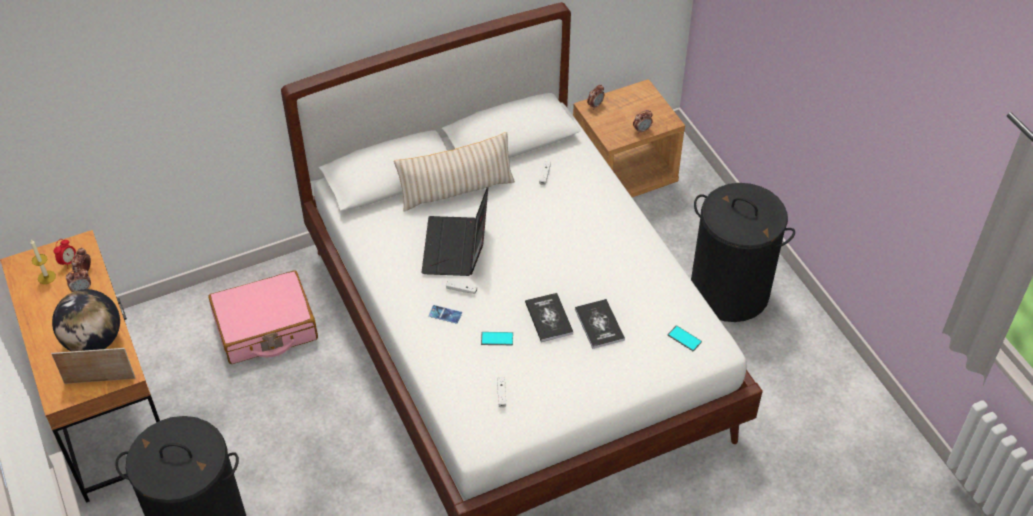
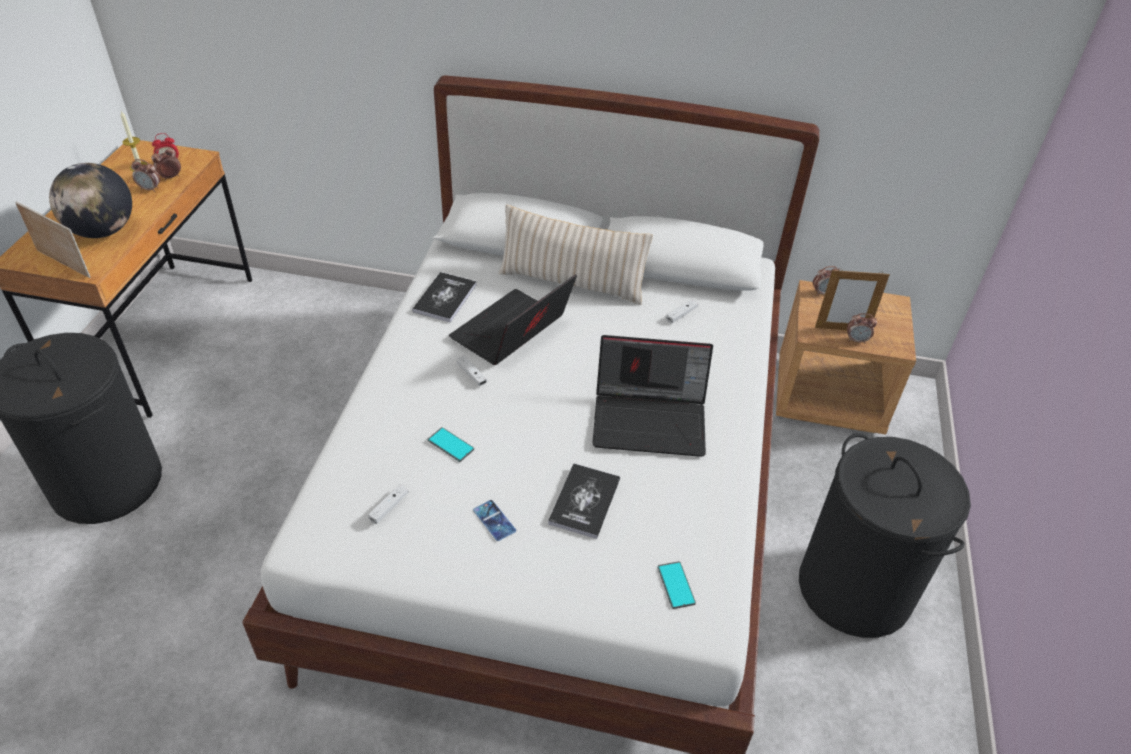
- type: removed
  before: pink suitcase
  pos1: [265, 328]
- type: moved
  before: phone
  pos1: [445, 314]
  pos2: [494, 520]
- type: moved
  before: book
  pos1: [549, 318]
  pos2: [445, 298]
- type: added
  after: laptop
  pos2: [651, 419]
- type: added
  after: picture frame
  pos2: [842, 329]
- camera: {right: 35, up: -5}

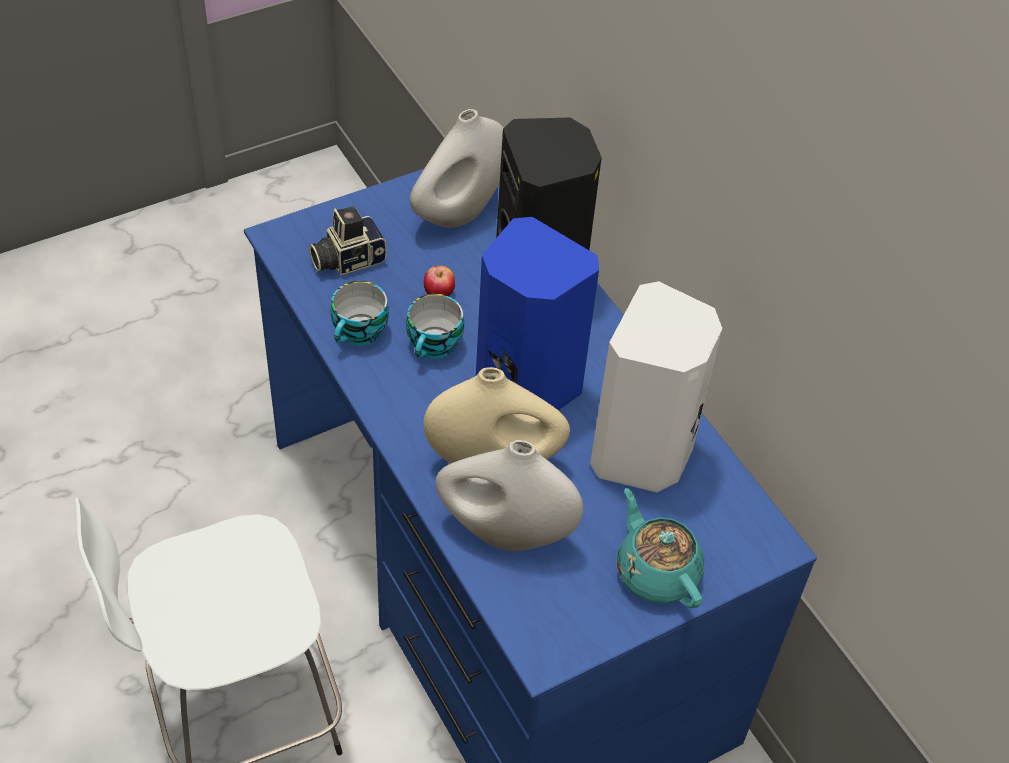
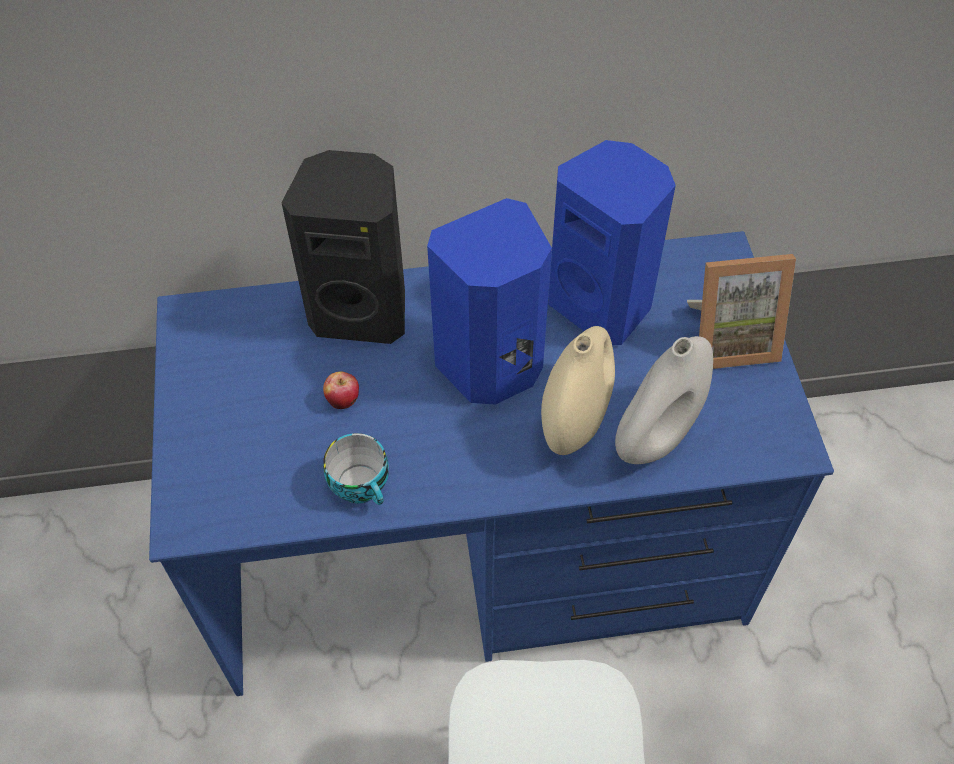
- type: removed
  before: photo camera
  pos1: [347, 259]
- type: removed
  before: cup
  pos1: [435, 346]
- type: removed
  before: white vase
  pos1: [459, 213]
- type: recoloured
  before: white speaker
  after: blue speaker
  pos1: [643, 453]
  pos2: [602, 305]
- type: replaced
  before: turquoise teapot
  after: picture frame
  pos1: [656, 571]
  pos2: [730, 339]
- camera: {right: -65, up: 5}

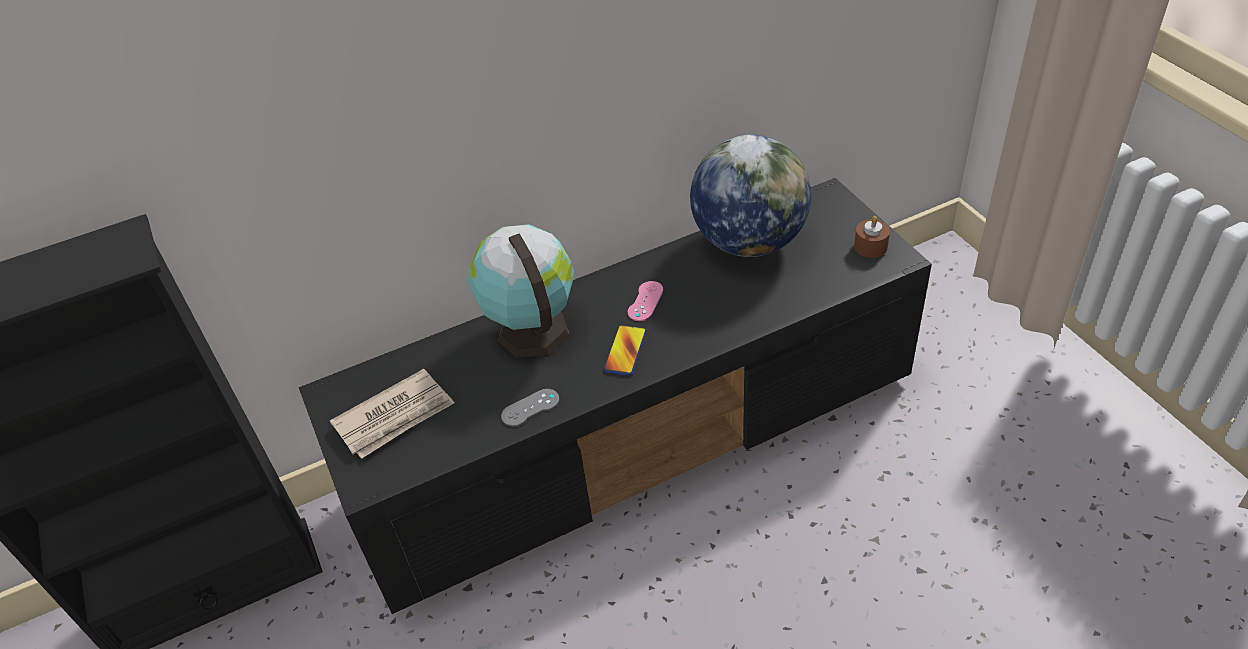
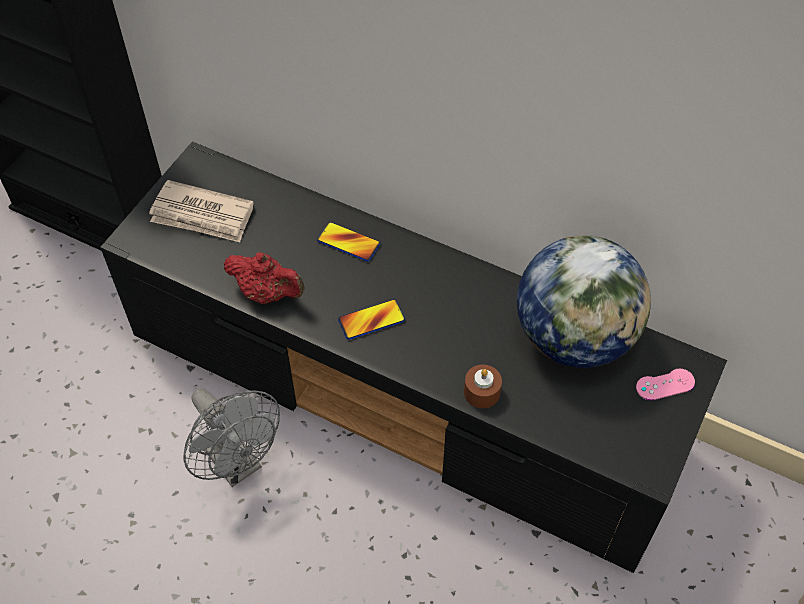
- type: replaced
  before: globe
  after: phone
  pos1: [531, 329]
  pos2: [348, 242]
- type: replaced
  before: grey game controller
  after: red teapot
  pos1: [530, 408]
  pos2: [267, 293]
- type: moved
  before: pink game controller
  pos1: [645, 301]
  pos2: [665, 384]
- type: moved
  before: brown candle
  pos1: [870, 246]
  pos2: [482, 392]
- type: added
  after: grey fan
  pos2: [237, 464]
- camera: {right: 50, up: 10}

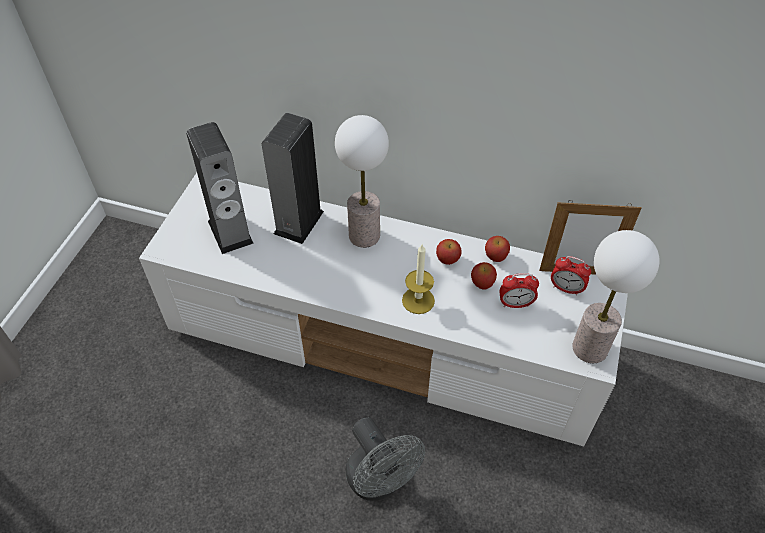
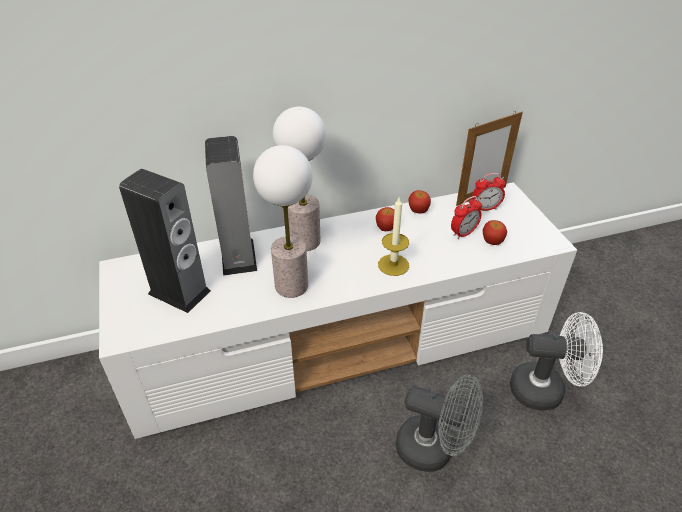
- type: moved
  before: apple
  pos1: [482, 283]
  pos2: [492, 241]
- type: moved
  before: table lamp
  pos1: [589, 348]
  pos2: [291, 286]
- type: added
  after: white fan
  pos2: [545, 390]
- camera: {right: -35, up: -10}

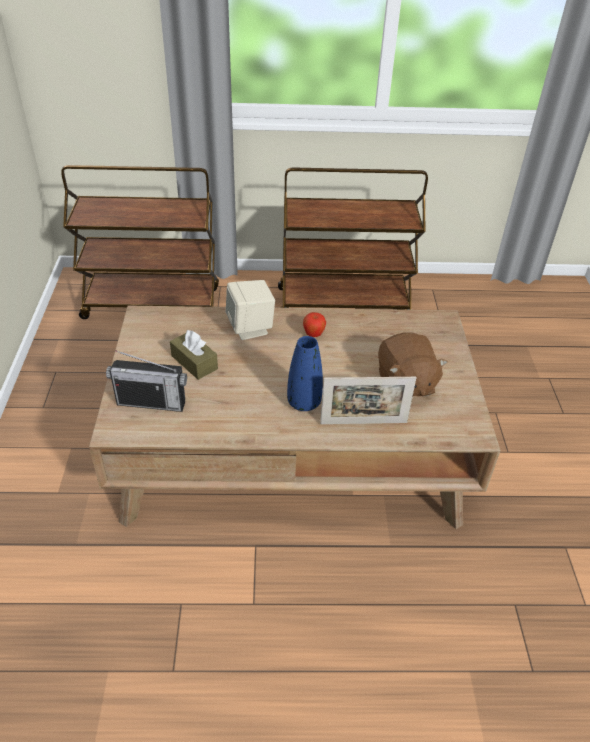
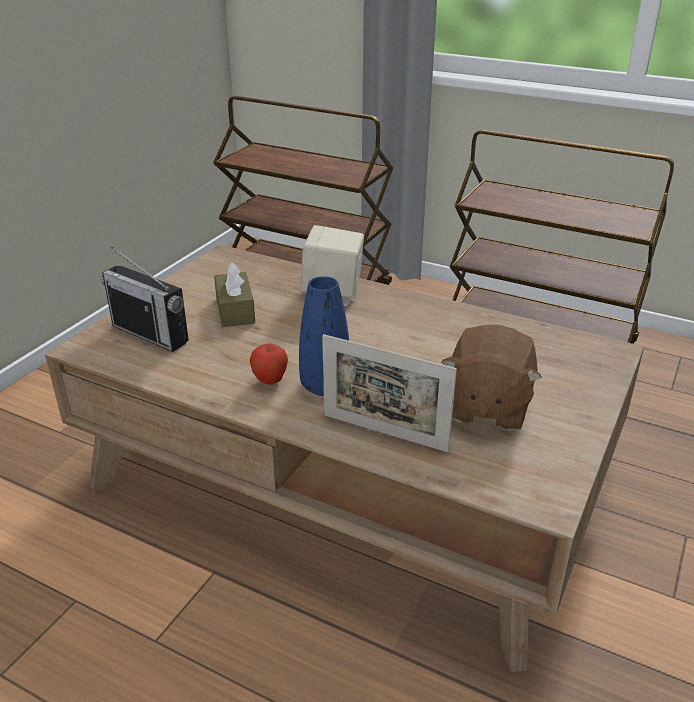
- type: moved
  before: apple
  pos1: [313, 335]
  pos2: [270, 381]
- camera: {right: 30, up: -10}

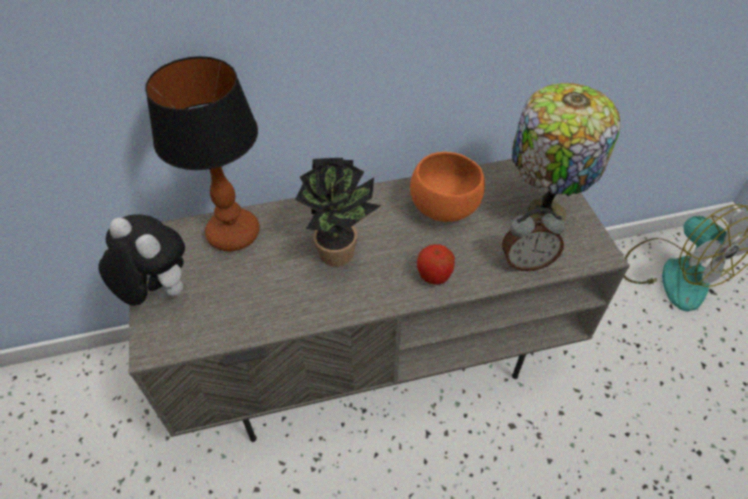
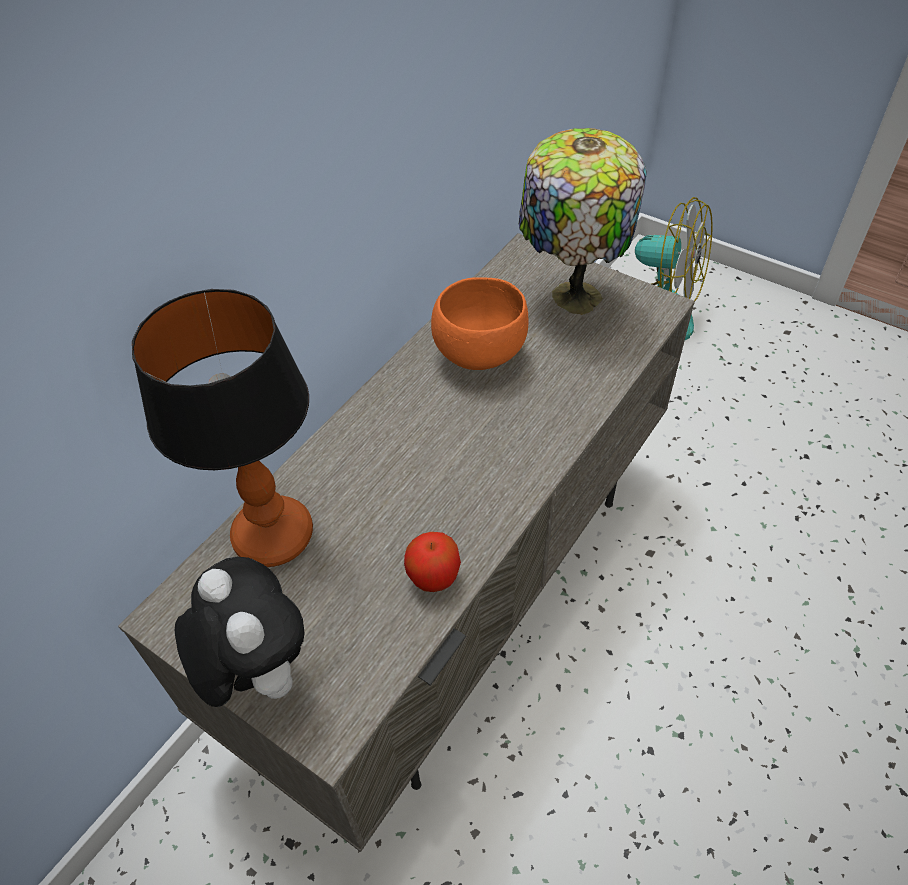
- type: turned
  before: plush toy
  pos1: [157, 292]
  pos2: [255, 672]
  turn: 60
- type: removed
  before: potted plant
  pos1: [341, 255]
- type: moved
  before: apple
  pos1: [434, 276]
  pos2: [434, 576]
- type: removed
  before: alarm clock
  pos1: [526, 262]
- camera: {right: -40, up: 0}

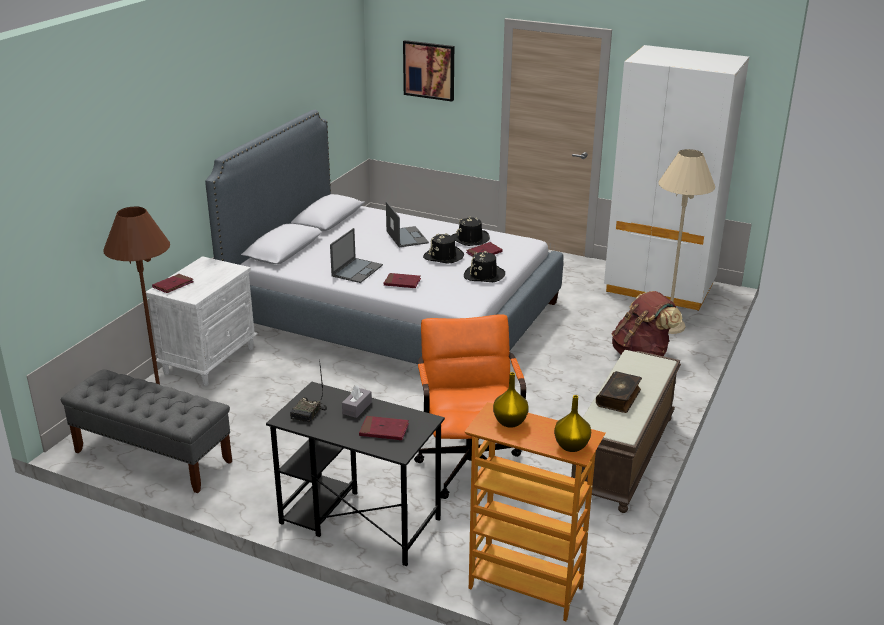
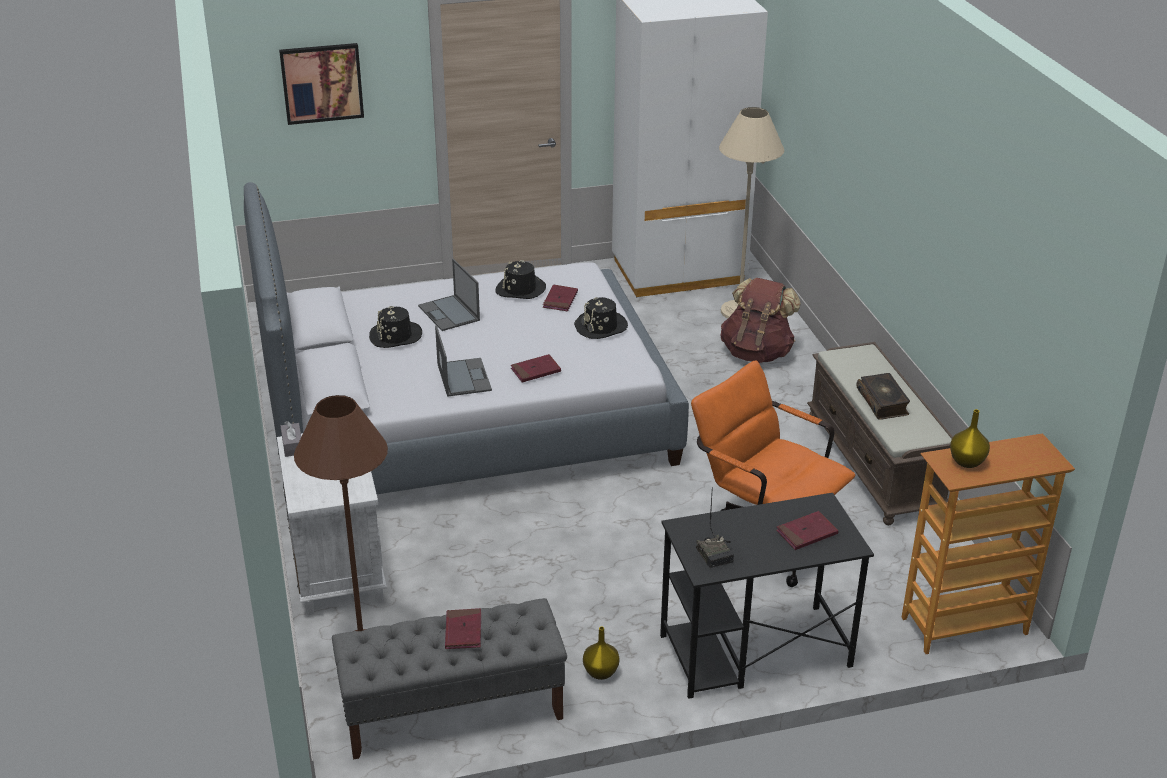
- type: moved
  before: red book
  pos1: [173, 285]
  pos2: [463, 631]
- type: moved
  before: grey tissue box
  pos1: [357, 408]
  pos2: [292, 445]
- type: turned
  before: laptop
  pos1: [406, 237]
  pos2: [449, 313]
  turn: -150
- type: moved
  before: black hat
  pos1: [443, 256]
  pos2: [395, 336]
- type: moved
  before: yellow vase
  pos1: [570, 446]
  pos2: [600, 673]
- camera: {right: -40, up: 5}

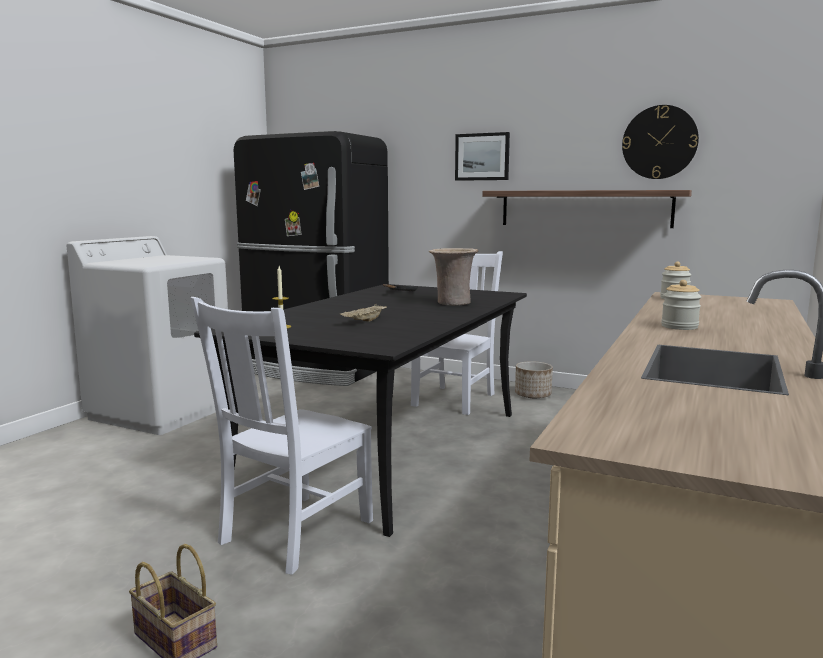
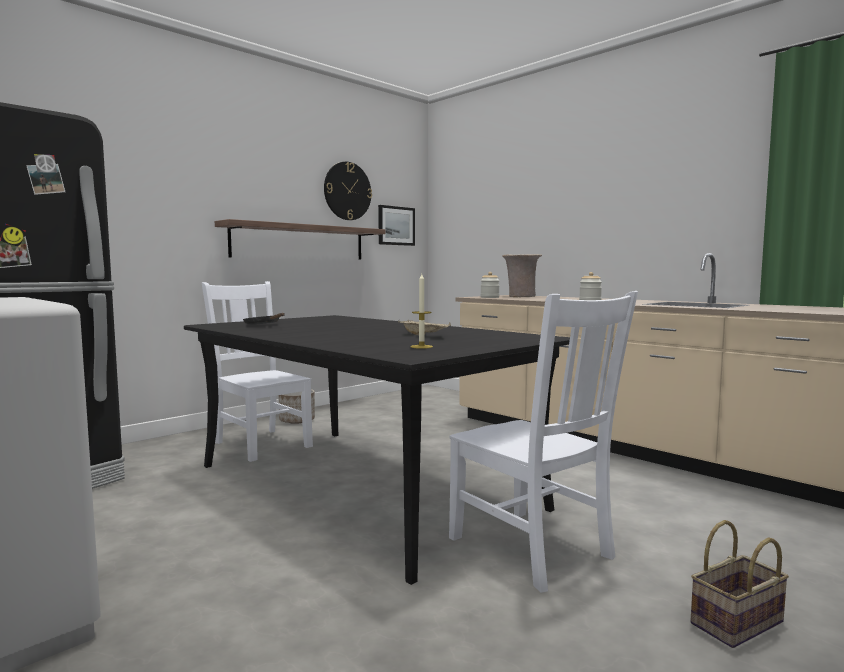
- type: moved
  before: beige vase
  pos1: [452, 303]
  pos2: [521, 297]
- type: moved
  before: picture
  pos1: [482, 157]
  pos2: [396, 226]
- camera: {right: -70, up: -5}

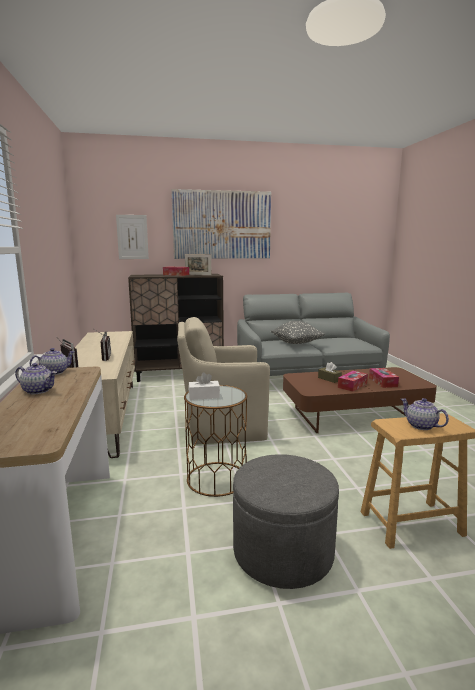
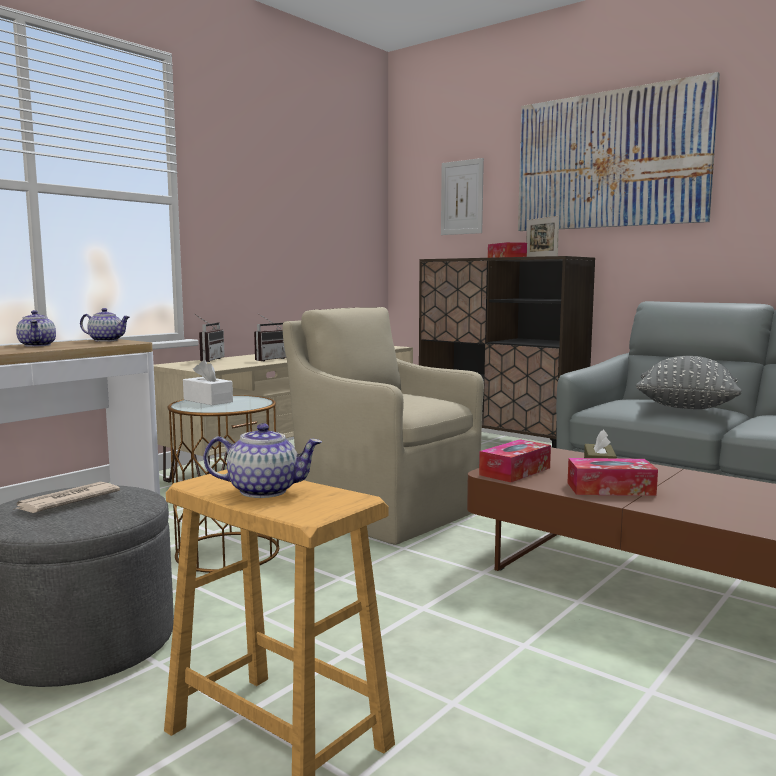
- type: moved
  before: tissue box
  pos1: [383, 382]
  pos2: [515, 471]
- type: turned
  before: teapot
  pos1: [420, 426]
  pos2: [264, 490]
  turn: 75
- type: added
  after: newspaper
  pos2: [66, 502]
- camera: {right: 50, up: -5}

